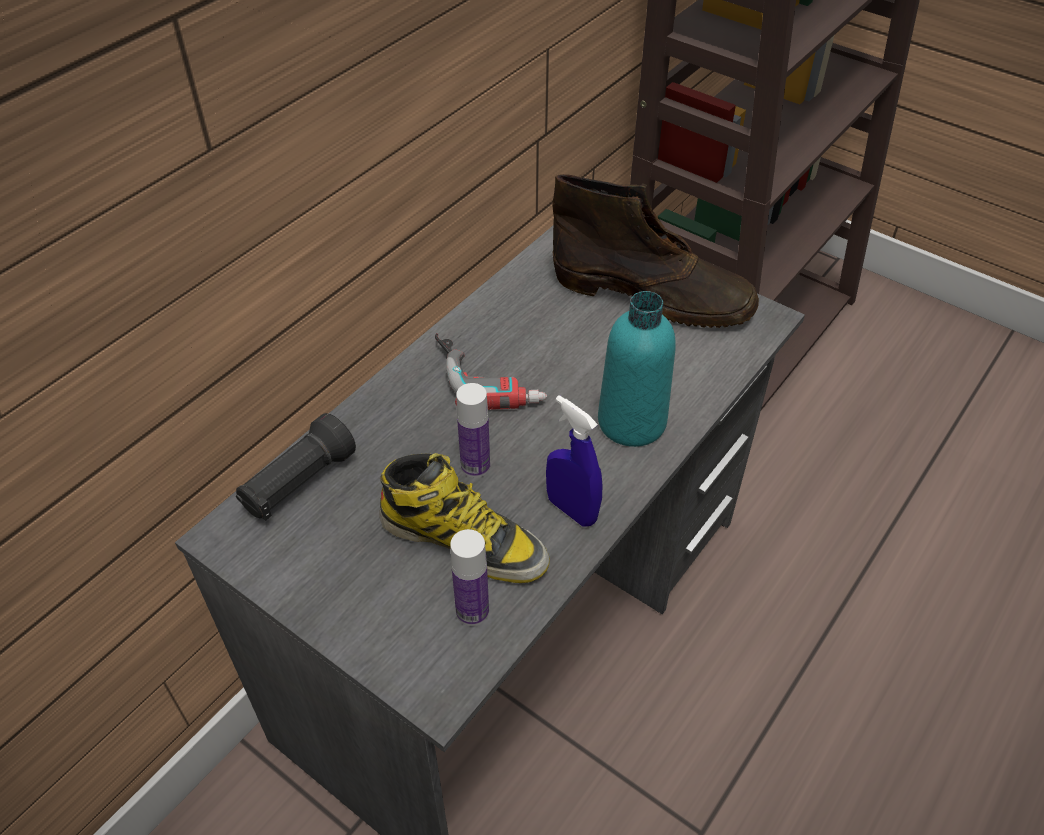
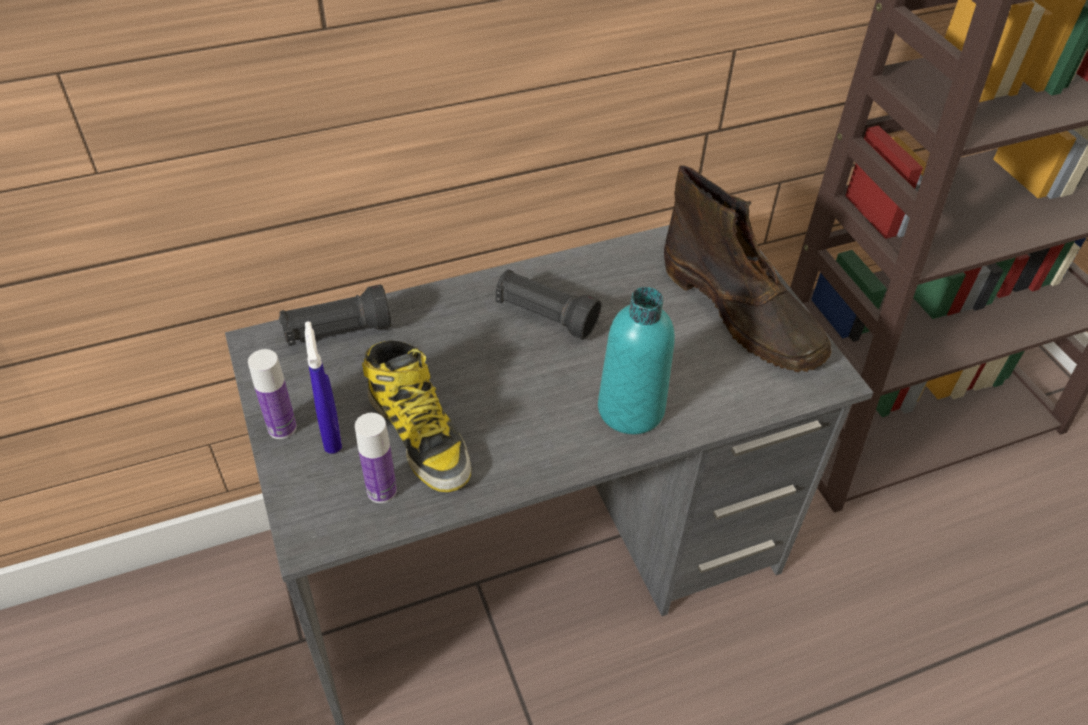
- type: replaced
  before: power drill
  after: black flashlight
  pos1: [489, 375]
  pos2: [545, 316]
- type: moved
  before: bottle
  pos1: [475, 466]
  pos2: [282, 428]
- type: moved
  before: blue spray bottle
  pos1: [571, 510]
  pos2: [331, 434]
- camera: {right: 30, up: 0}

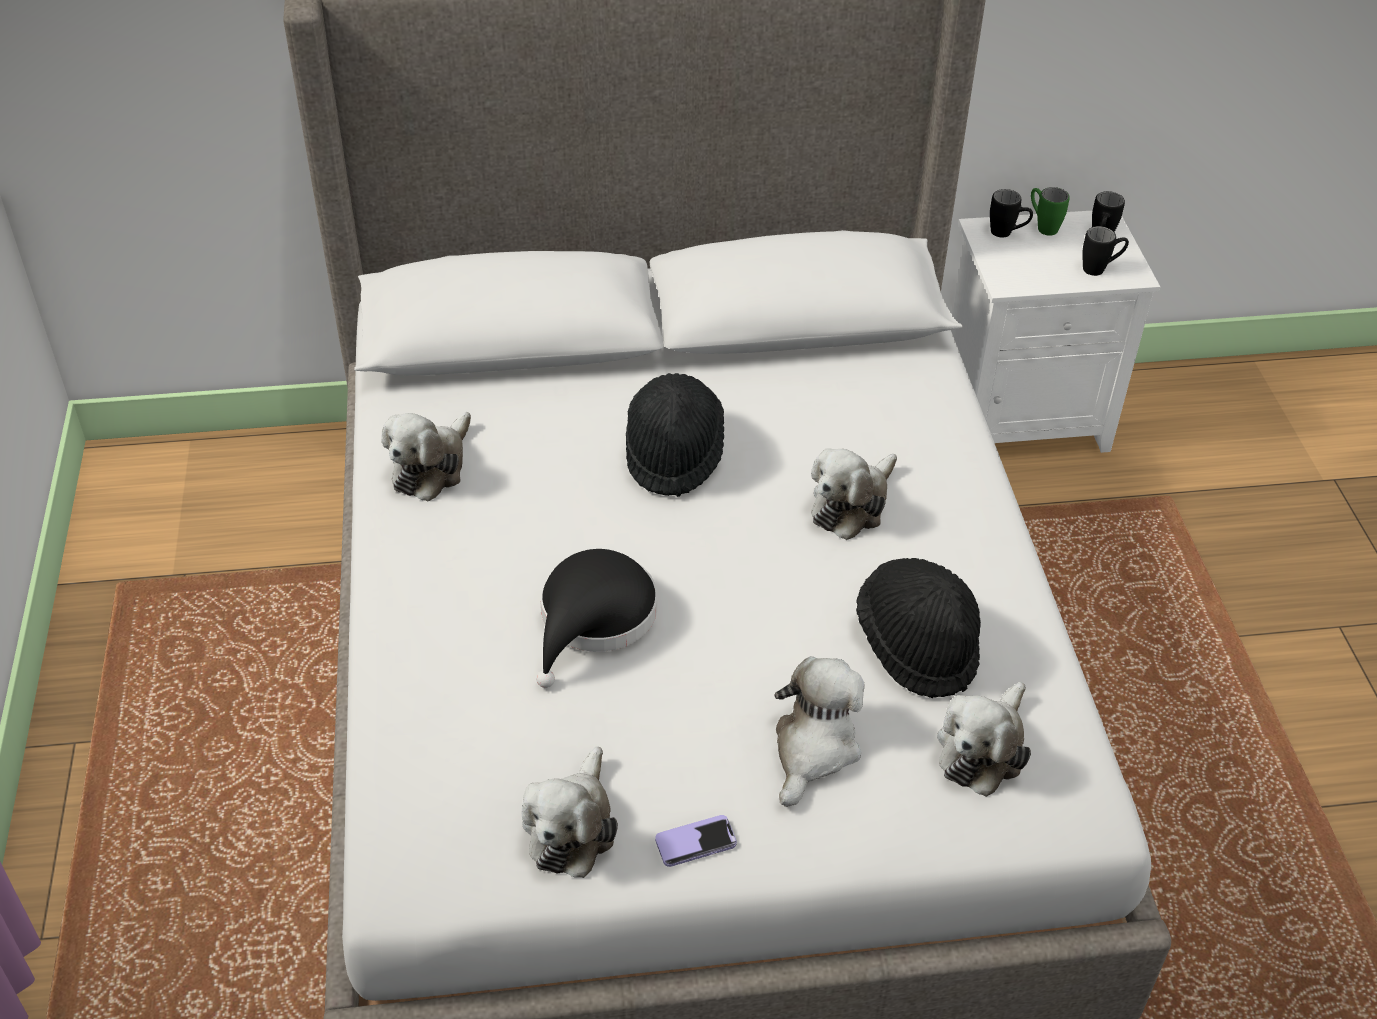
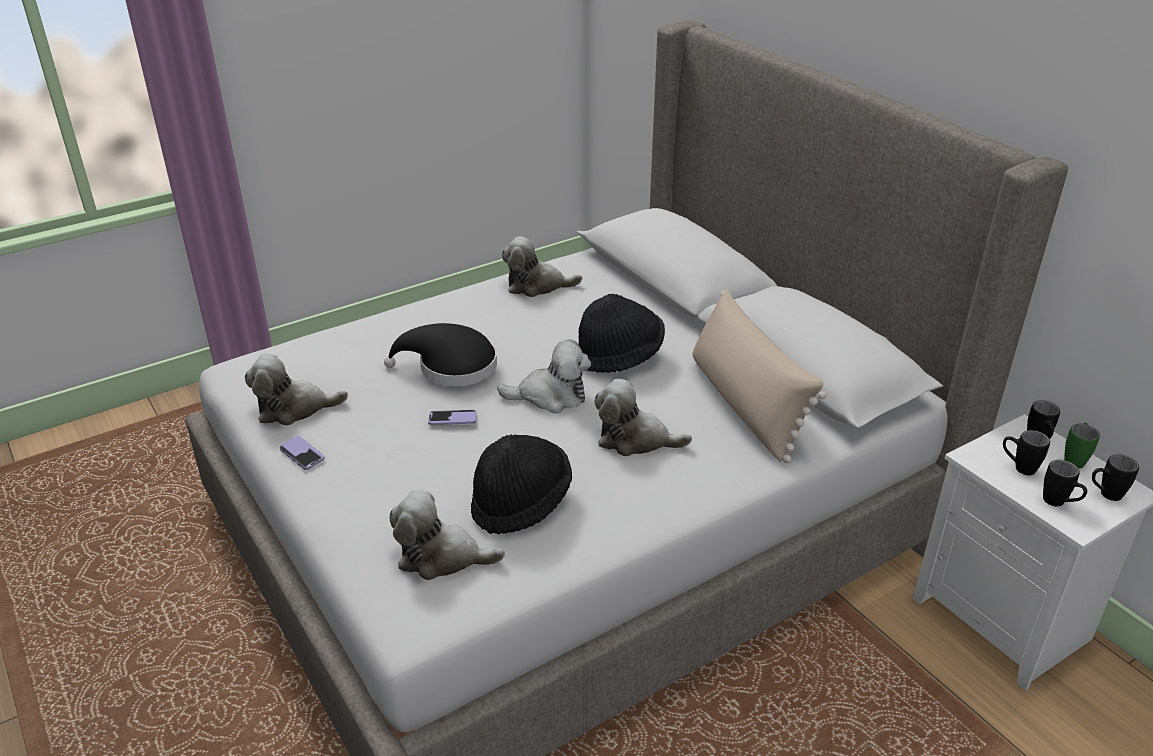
- type: moved
  before: plush toy
  pos1: [813, 749]
  pos2: [550, 396]
- type: added
  after: phone
  pos2: [452, 419]
- type: added
  after: beige pillow
  pos2: [745, 405]
- type: added
  after: black mug
  pos2: [1018, 467]
- camera: {right: 65, up: -10}

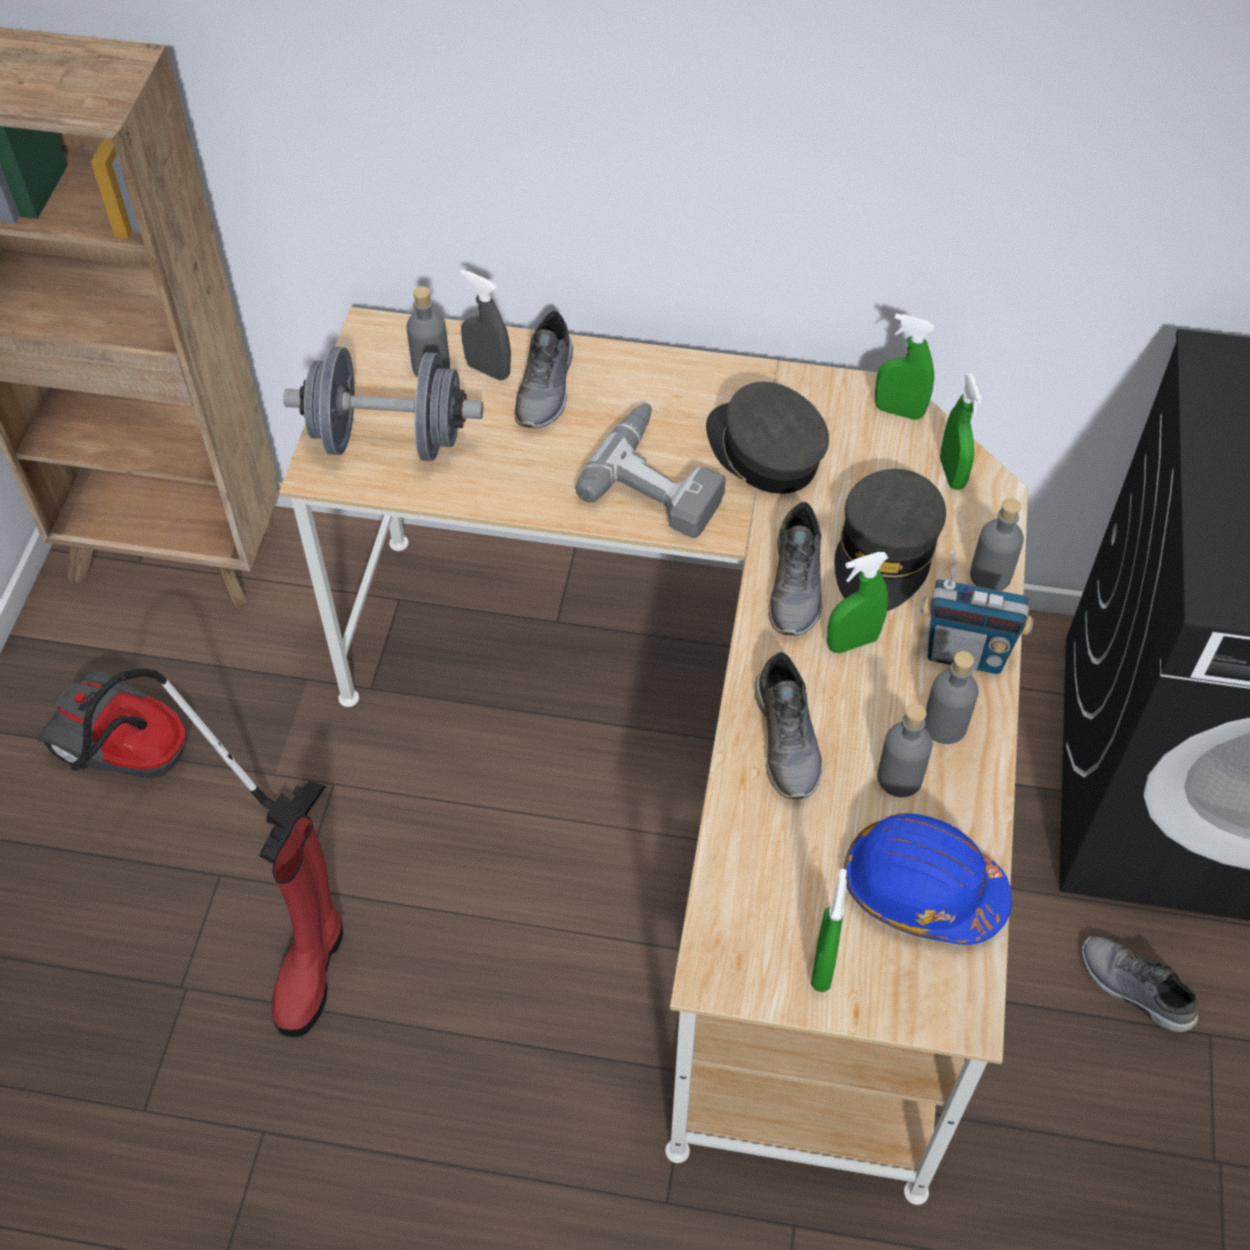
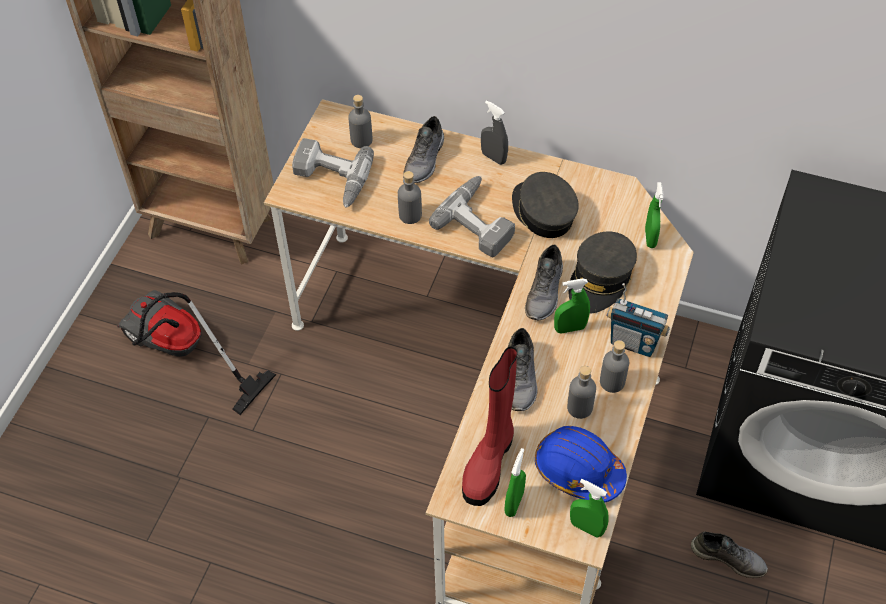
- type: moved
  before: red boot
  pos1: [312, 970]
  pos2: [489, 462]
- type: replaced
  before: grey dumbbell
  after: power drill
  pos1: [389, 440]
  pos2: [330, 180]
- type: moved
  before: grey spray bottle
  pos1: [488, 370]
  pos2: [493, 157]
- type: moved
  before: green spray bottle
  pos1: [899, 411]
  pos2: [586, 527]
- type: moved
  before: grey bottle
  pos1: [990, 576]
  pos2: [410, 215]
- type: turned
  before: grey shoe
  pos1: [1133, 989]
  pos2: [728, 557]
  turn: 150
- camera: {right: 10, up: 0}

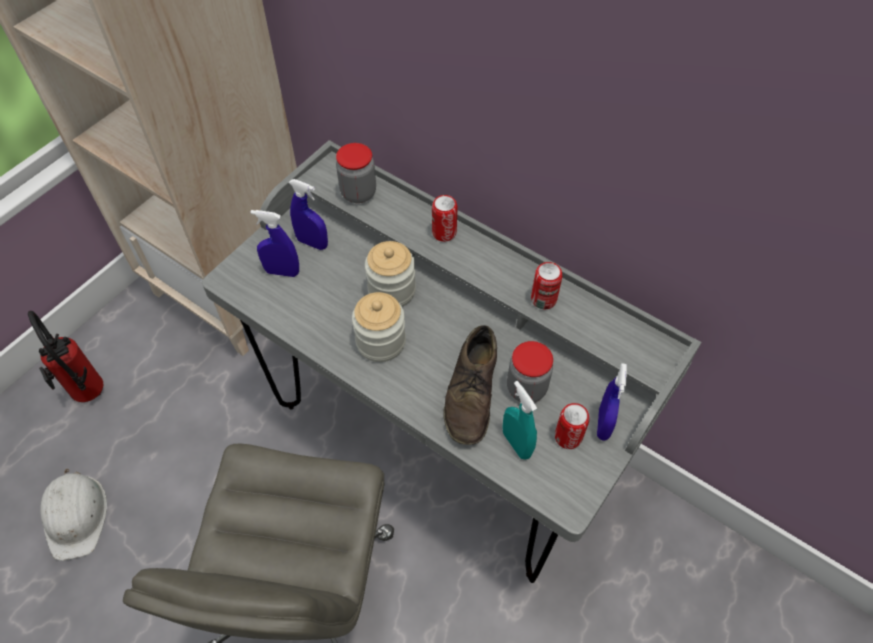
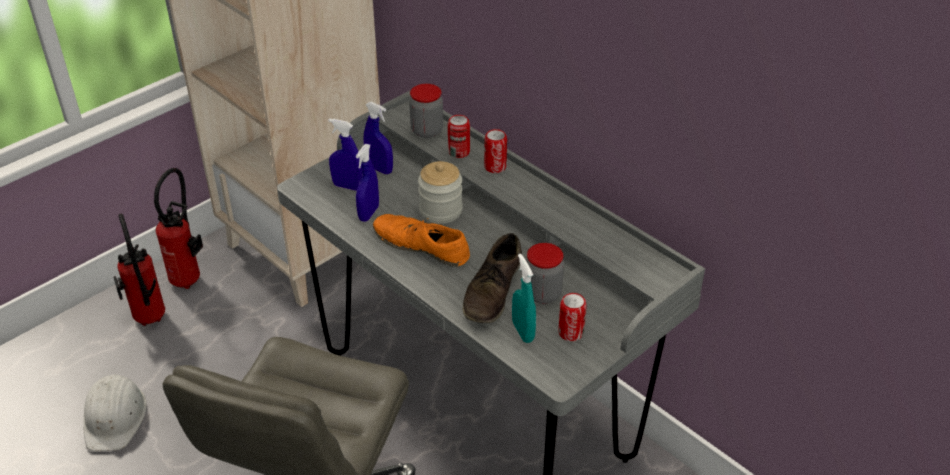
- type: replaced
  before: jar
  after: orange shoe
  pos1: [381, 342]
  pos2: [421, 245]
- type: moved
  before: can
  pos1: [543, 299]
  pos2: [459, 152]
- type: moved
  before: blue spray bottle
  pos1: [603, 424]
  pos2: [368, 213]
- type: added
  after: fire extinguisher
  pos2: [190, 278]
- camera: {right: 10, up: -15}

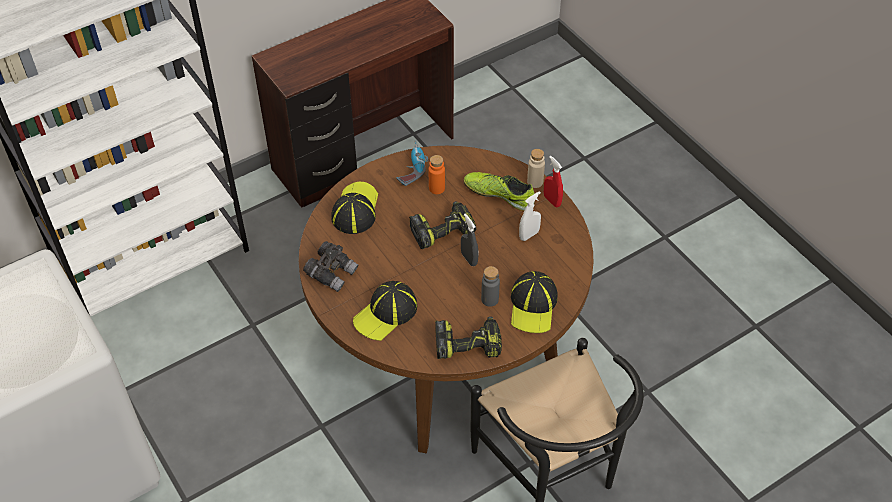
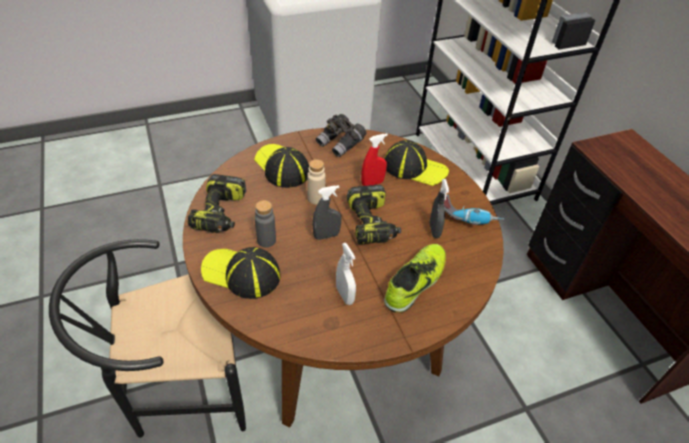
- type: replaced
  before: orange bottle
  after: grey spray bottle
  pos1: [437, 188]
  pos2: [434, 230]
- type: moved
  before: beige bottle
  pos1: [535, 182]
  pos2: [316, 198]
- type: moved
  before: red spray bottle
  pos1: [552, 201]
  pos2: [372, 183]
- camera: {right: 100, up: -5}

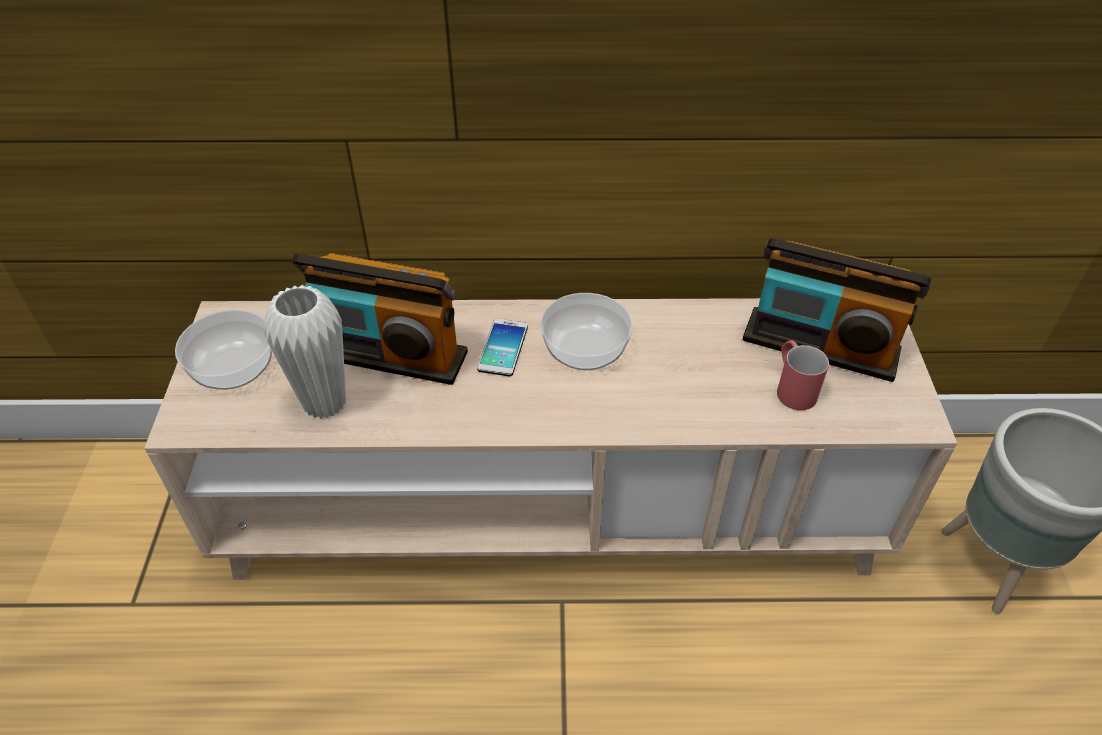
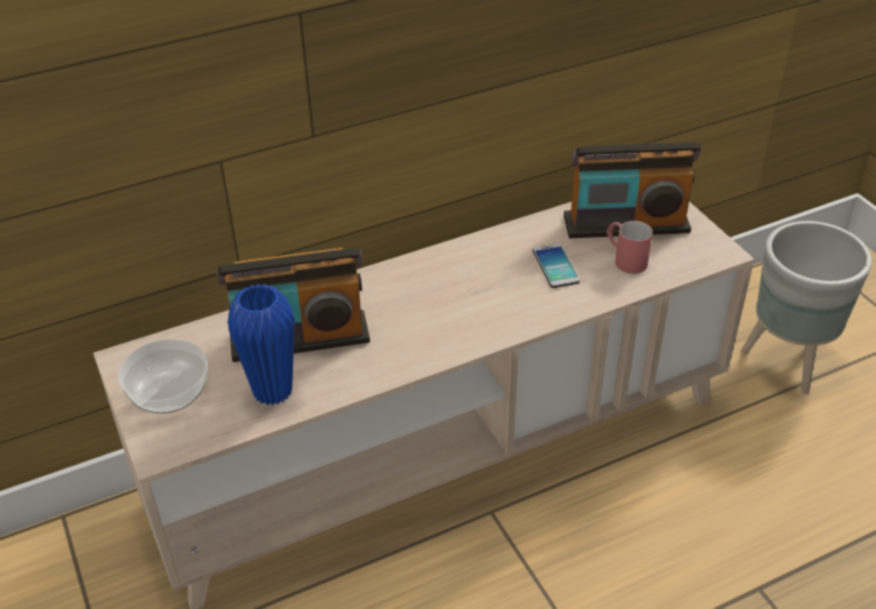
- type: recoloured
  before: white vase
  after: blue vase
  pos1: [324, 403]
  pos2: [273, 391]
- type: moved
  before: phone
  pos1: [503, 348]
  pos2: [555, 266]
- type: removed
  before: bowl
  pos1: [586, 348]
- camera: {right: -25, up: -5}

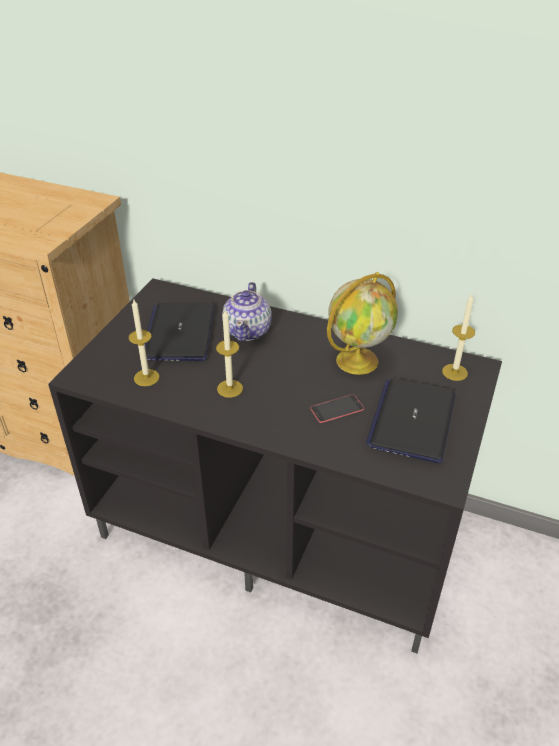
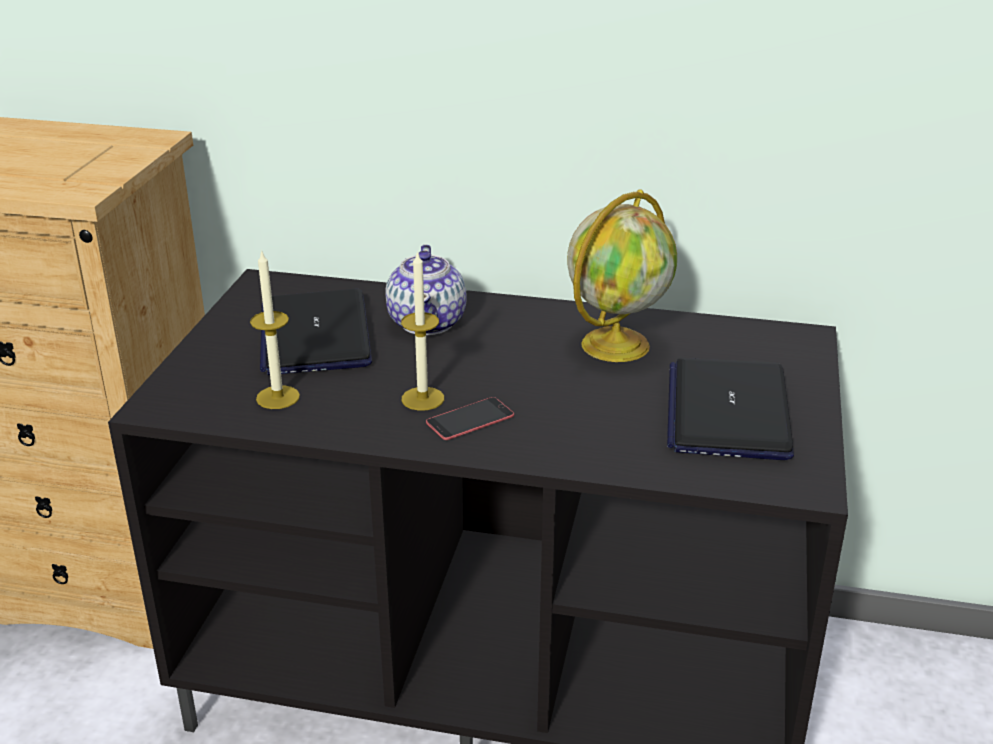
- type: moved
  before: phone
  pos1: [337, 409]
  pos2: [470, 419]
- type: removed
  before: candle
  pos1: [454, 372]
- camera: {right: -10, up: -10}

